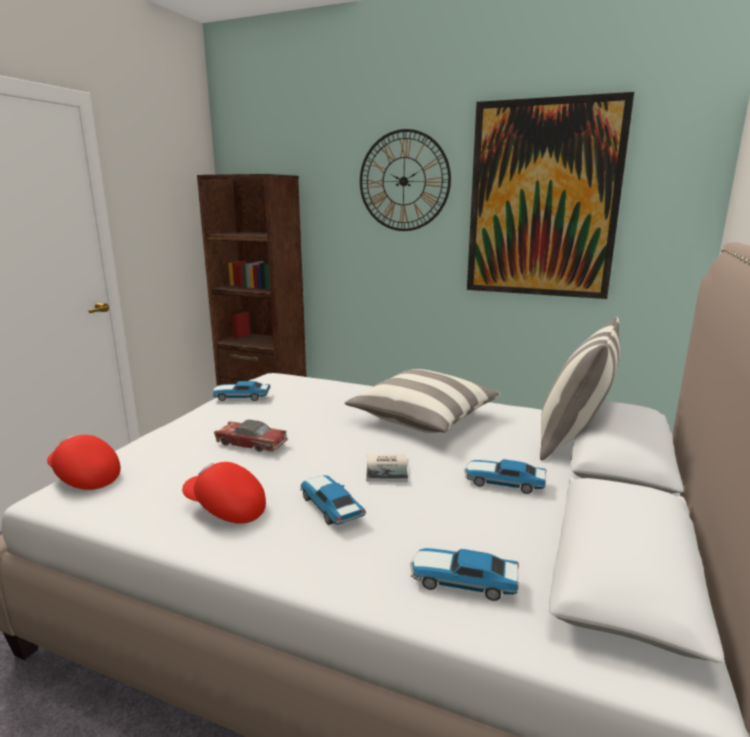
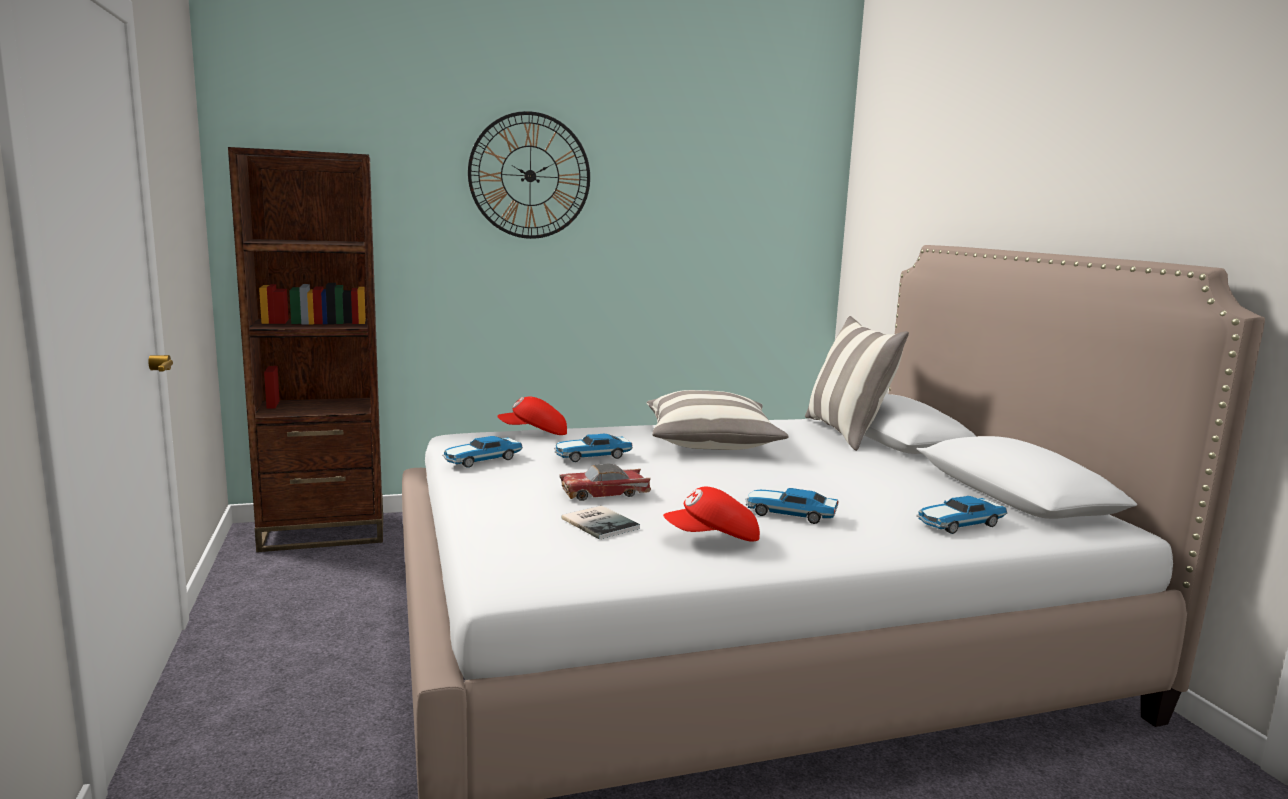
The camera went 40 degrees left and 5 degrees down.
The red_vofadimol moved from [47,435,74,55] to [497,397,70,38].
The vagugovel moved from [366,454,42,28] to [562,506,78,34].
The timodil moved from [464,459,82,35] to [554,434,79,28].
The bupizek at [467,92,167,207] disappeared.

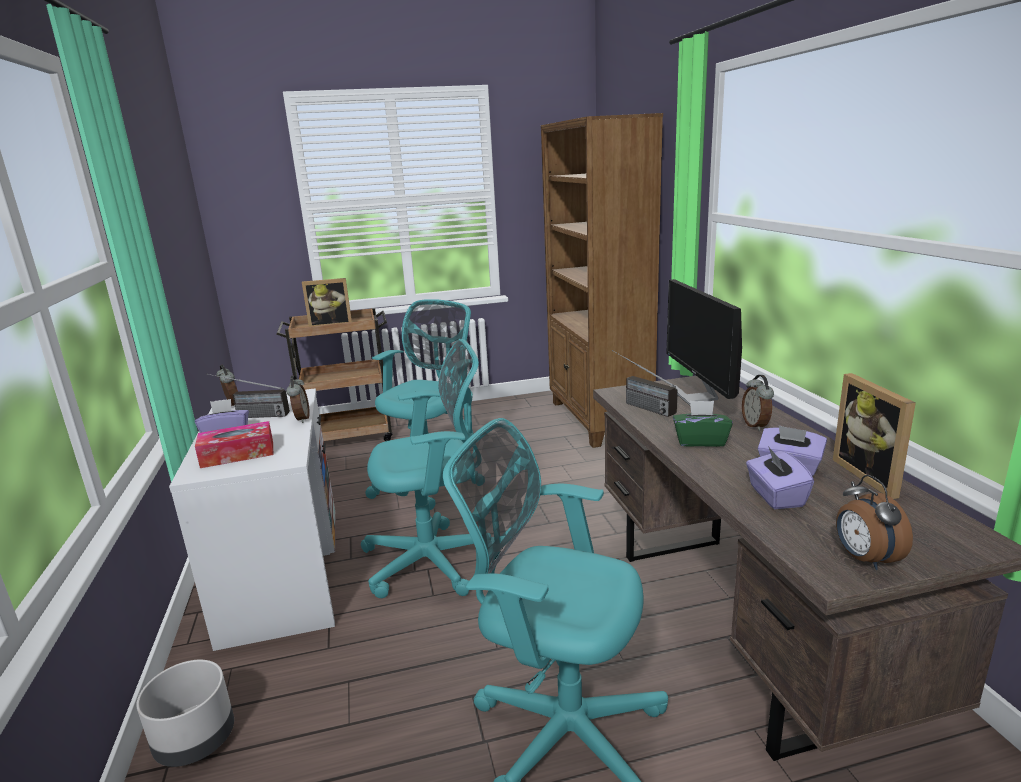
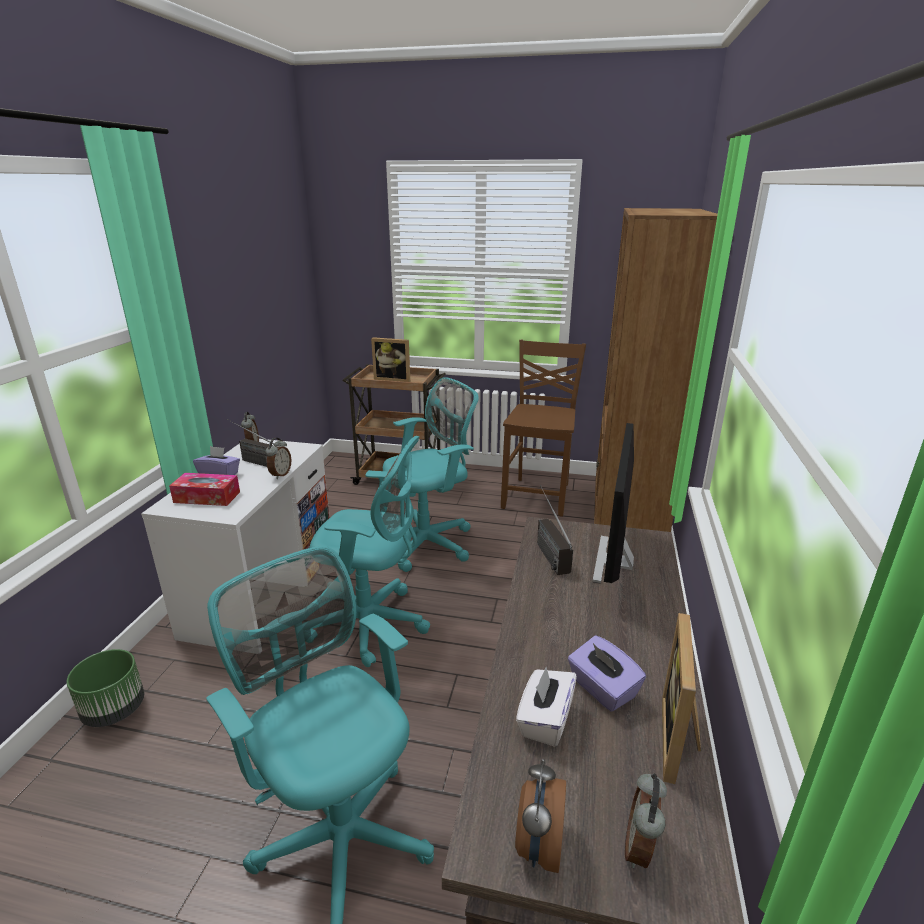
The camera went 25 degrees right and 5 degrees up.
The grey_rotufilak at [136,660,98,107] became the green_rotufilak at [66,649,78,78].
The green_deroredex at [673,401,60,46] disappeared.
The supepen moved from [742,375,32,56] to [625,773,42,95].
The purple_deroredex at [746,446,68,63] became the white_deroredex at [516,667,61,80].
The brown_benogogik at [501,340,85,177] appeared.

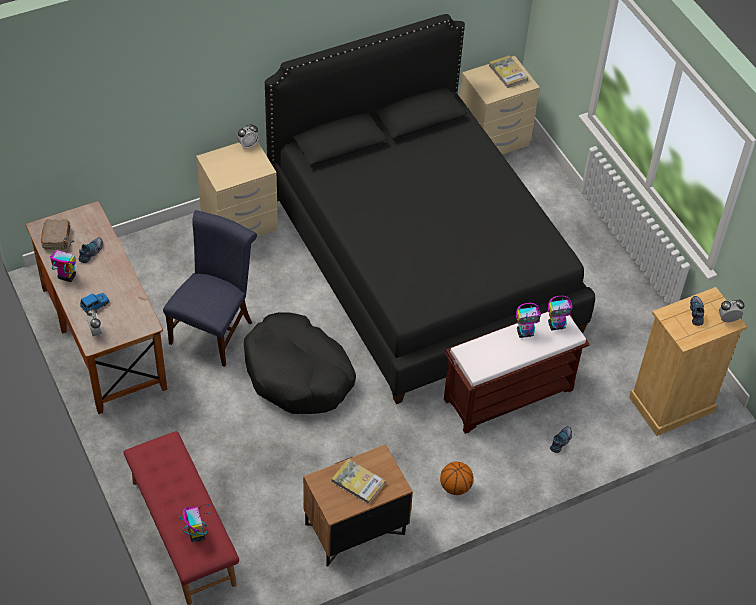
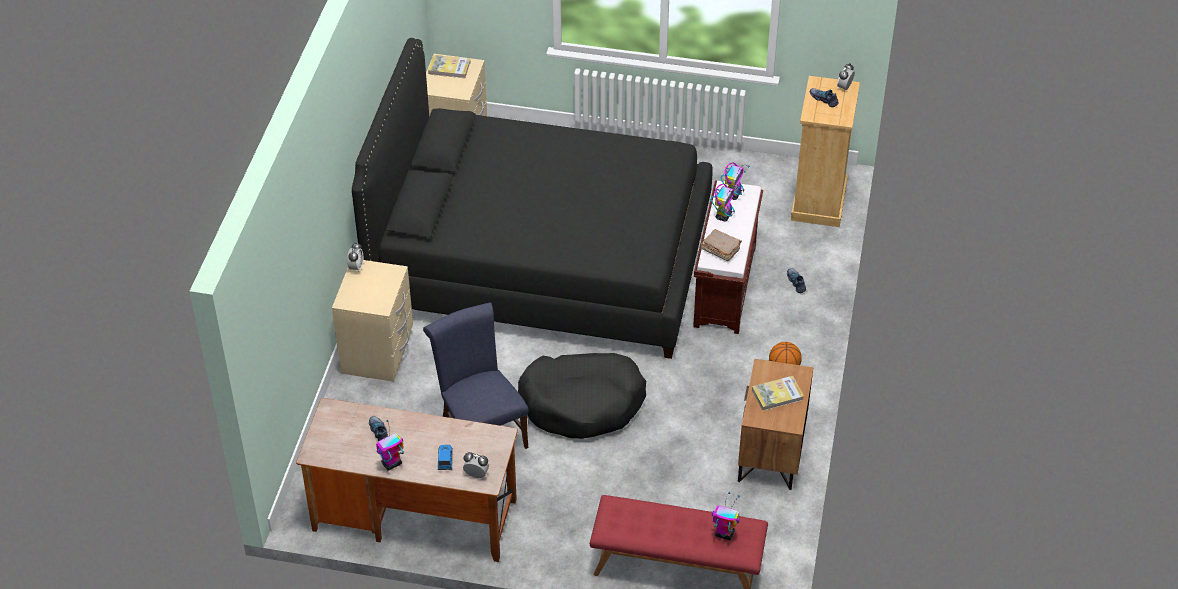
The camera went 50 degrees left and 5 degrees down.
The brown_vagugovel moved from [41,219,29,31] to [701,229,41,32].

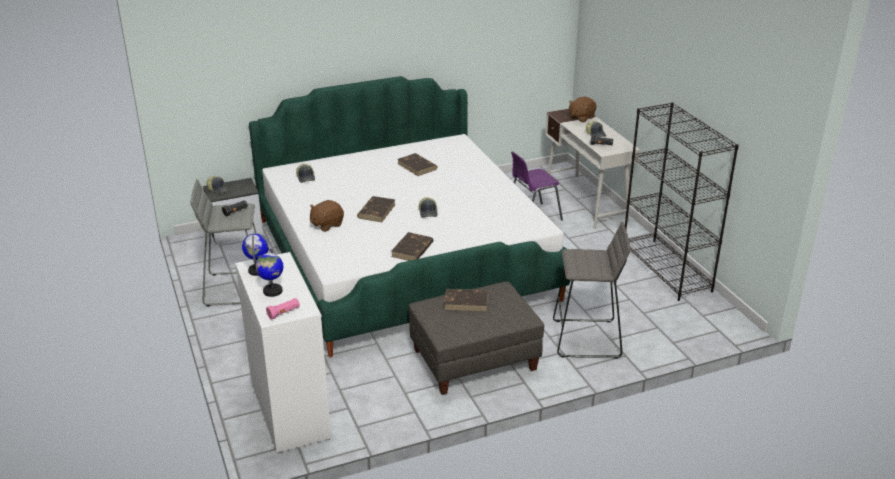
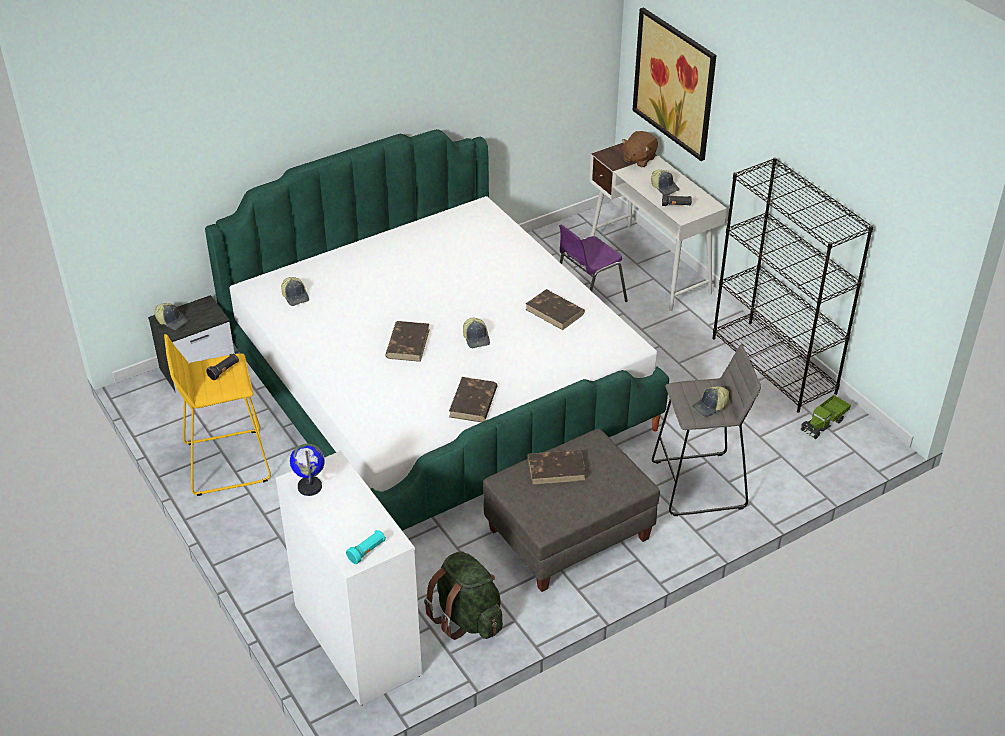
The camera went 10 degrees left and 10 degrees up.
The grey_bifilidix at [190,179,66,127] became the yellow_bifilidix at [164,334,107,162].
The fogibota at [256,248,27,49] disappeared.
The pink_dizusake at [266,298,34,22] became the turquoise_dizusake at [346,530,40,34].
The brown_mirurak at [310,200,34,32] disappeared.
The brown_vagugovel moved from [398,153,39,23] to [525,289,60,41].
The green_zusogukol at [424,551,79,89] appeared.
The bupizek at [633,7,84,154] appeared.
The vofadimol at [692,386,37,31] appeared.
The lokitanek at [800,395,51,44] appeared.

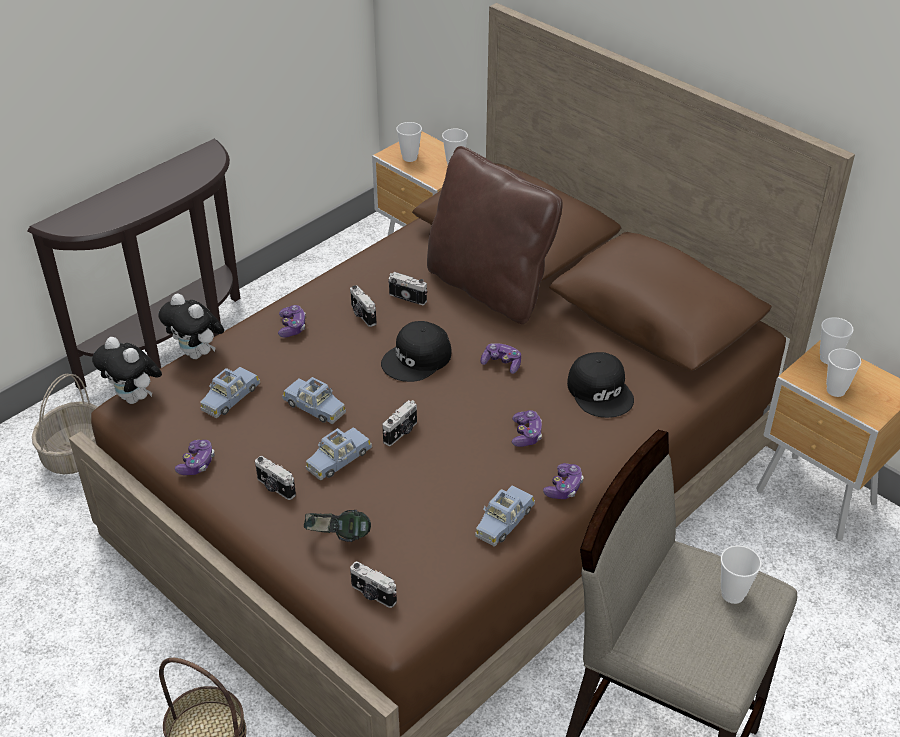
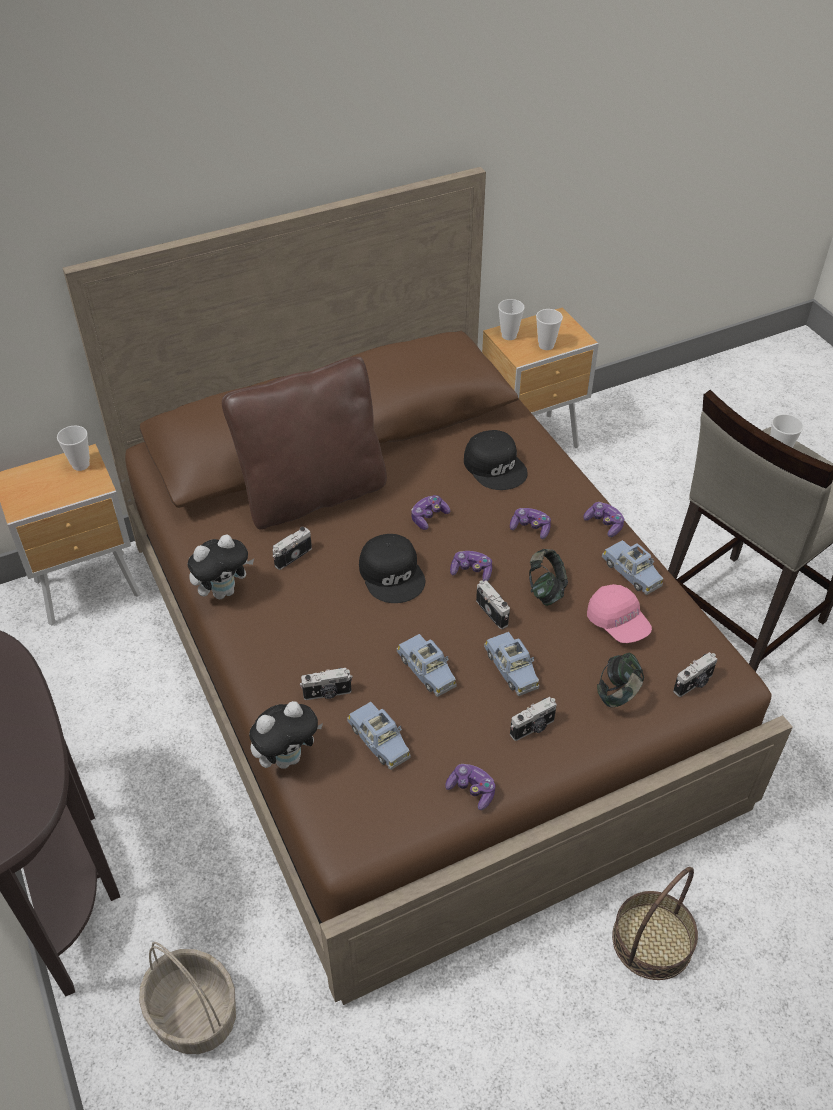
The camera went 70 degrees left and 5 degrees up.
The mirurak moved from [92,337,70,67] to [188,535,66,64].
The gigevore moved from [278,305,28,32] to [450,551,42,30].
The blue_timodil at [282,377,64,47] turned 90 degrees clockwise.
The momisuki moved from [350,285,26,42] to [300,668,53,32].
The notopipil at [396,122,26,40] disappeared.
The black_vofadimol at [567,352,67,66] turned 60 degrees clockwise.
The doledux at [529,549,39,57] appeared.
The pink_vofadimol at [587,584,65,59] appeared.

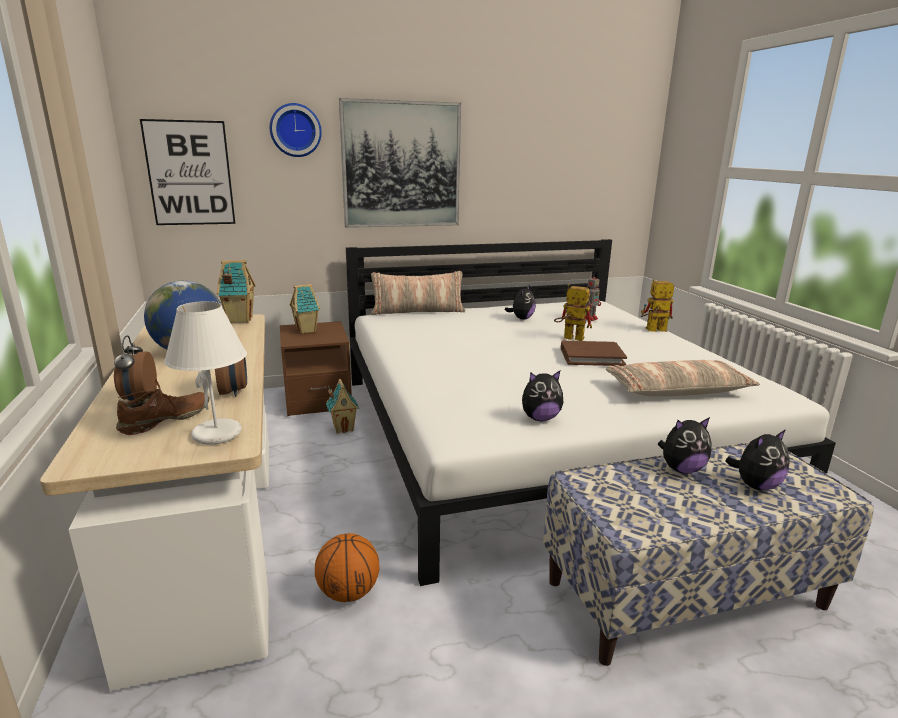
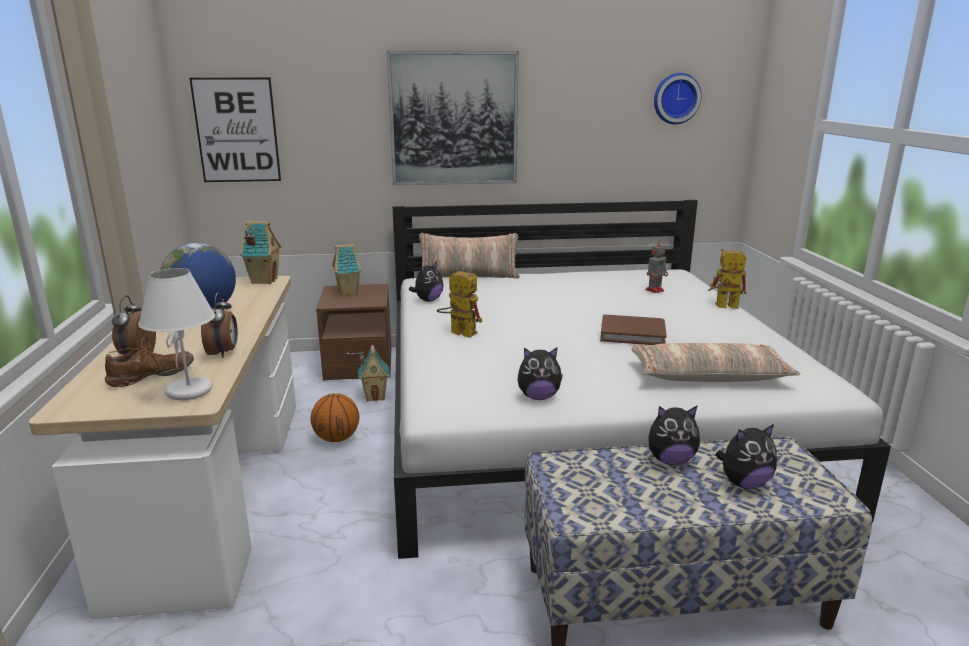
The camera went 10 degrees right and 0 degrees up.
The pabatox moved from [270,103,52,54] to [654,73,48,51].
The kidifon moved from [315,533,65,69] to [311,393,48,49].
The mirurak moved from [505,285,31,35] to [409,261,35,41].
The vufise moved from [554,284,38,57] to [437,268,45,70].

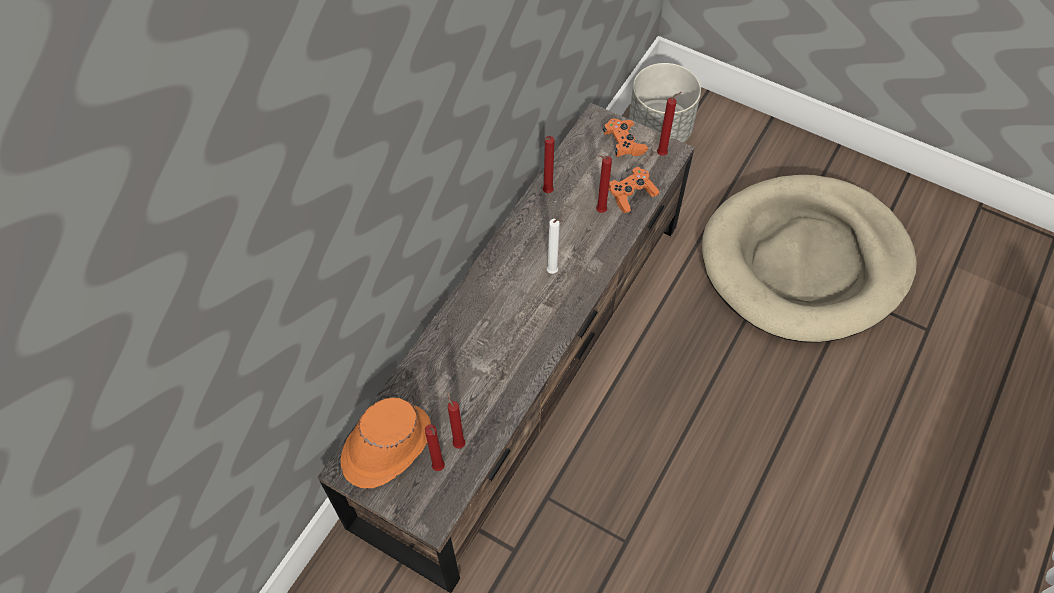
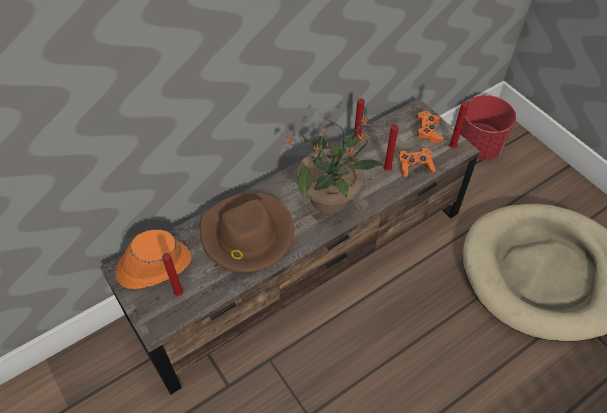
The camera went 25 degrees right and 5 degrees down.
The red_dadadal at [447,391,19,58] disappeared.
The white_dadadal at [547,219,17,55] was replaced by the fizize at [283,114,102,99].
The grey_rotufilak at [629,63,72,80] became the red_rotufilak at [460,95,56,64].
The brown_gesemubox at [200,193,94,79] appeared.

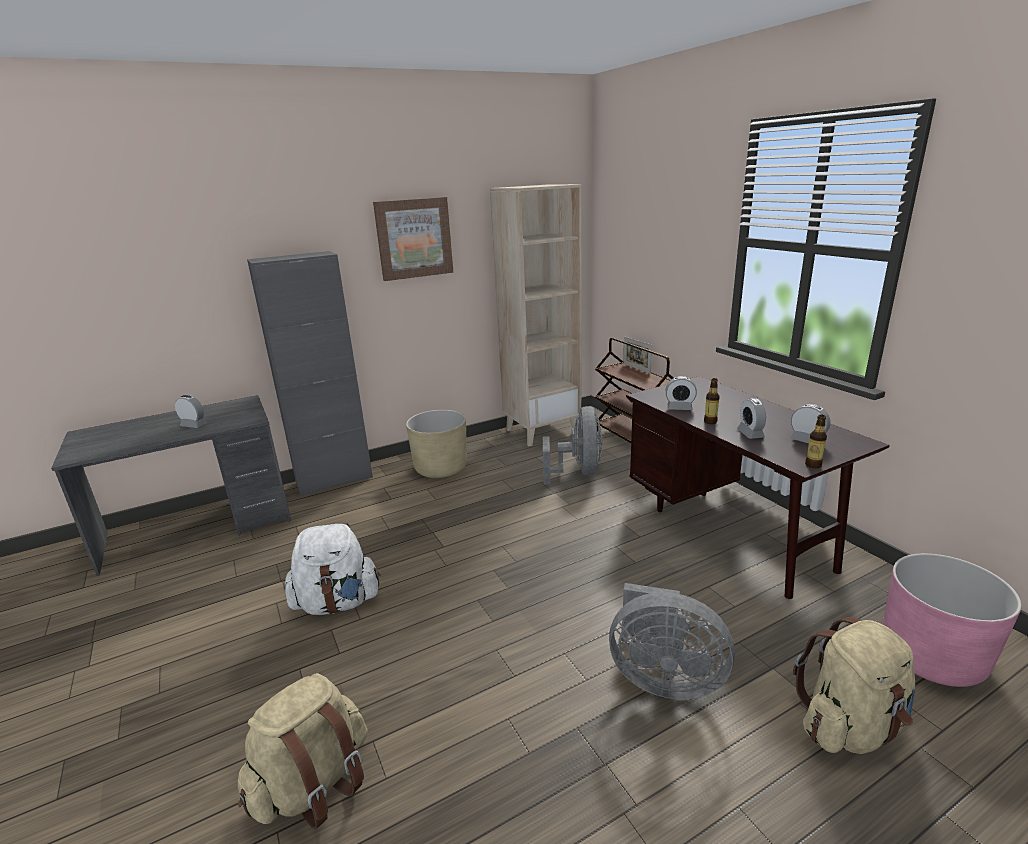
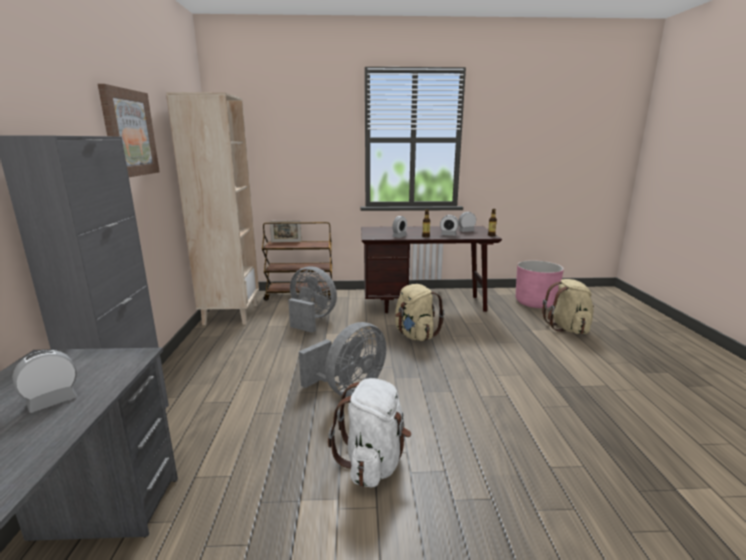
The camera went 65 degrees left and 5 degrees down.
The beige_zusogukol moved from [238,673,129,156] to [395,284,49,57].
The beige_rotufilak at [406,410,61,68] disappeared.
The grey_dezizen moved from [609,583,126,116] to [299,322,87,75].

